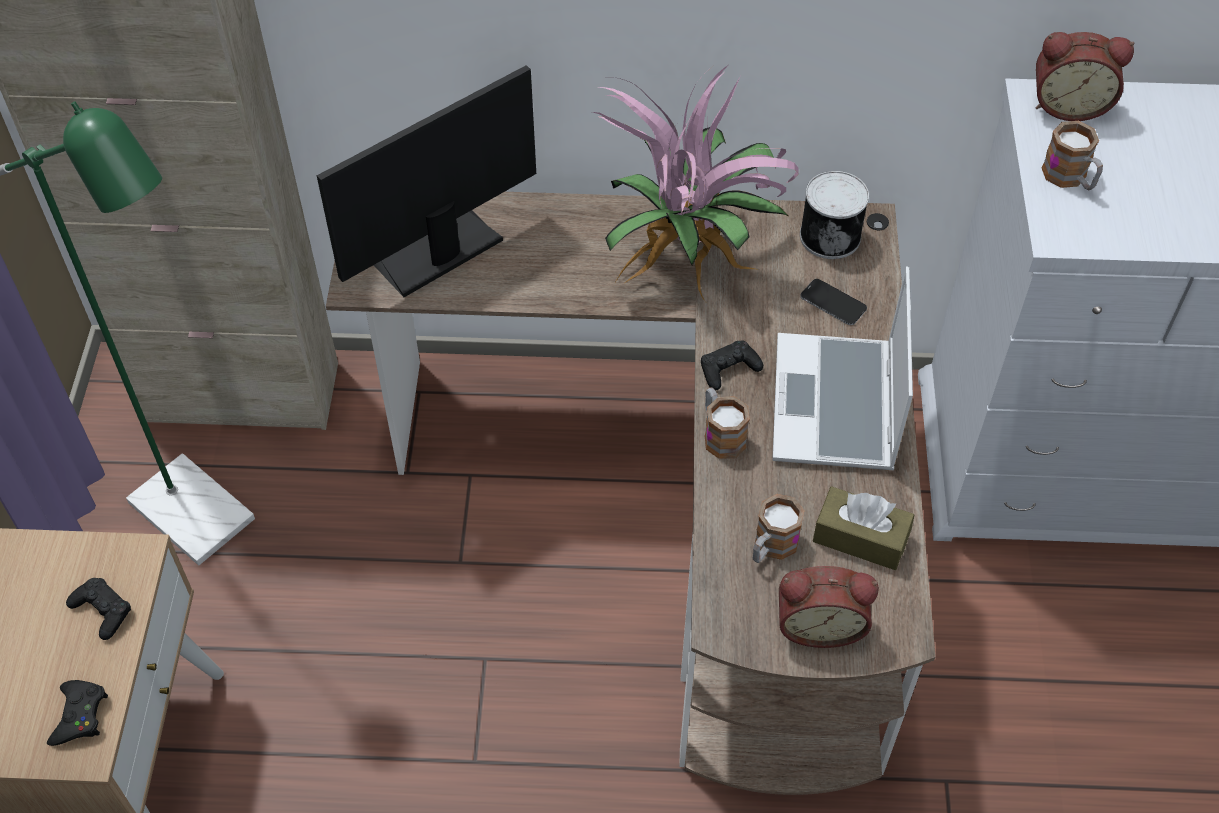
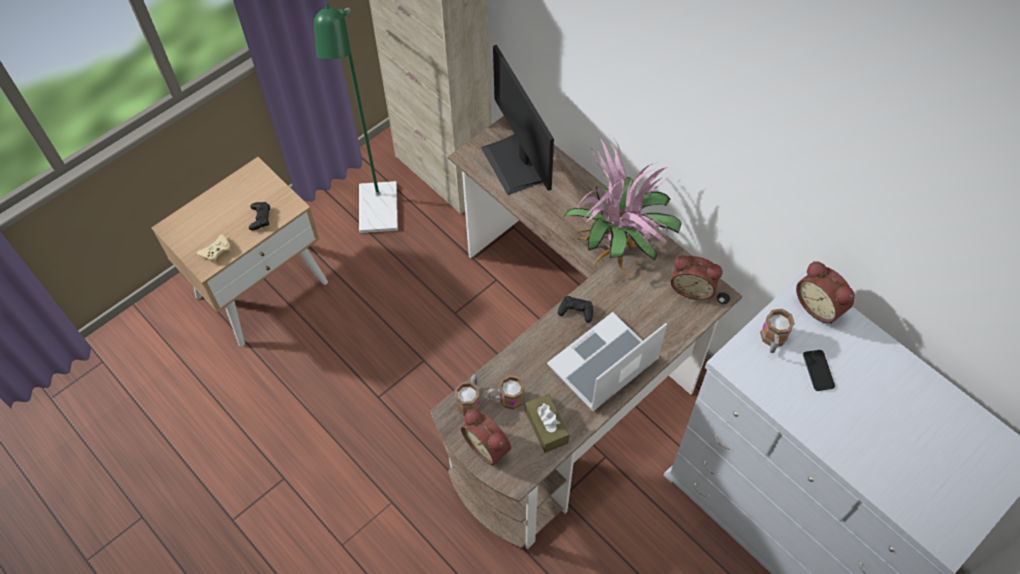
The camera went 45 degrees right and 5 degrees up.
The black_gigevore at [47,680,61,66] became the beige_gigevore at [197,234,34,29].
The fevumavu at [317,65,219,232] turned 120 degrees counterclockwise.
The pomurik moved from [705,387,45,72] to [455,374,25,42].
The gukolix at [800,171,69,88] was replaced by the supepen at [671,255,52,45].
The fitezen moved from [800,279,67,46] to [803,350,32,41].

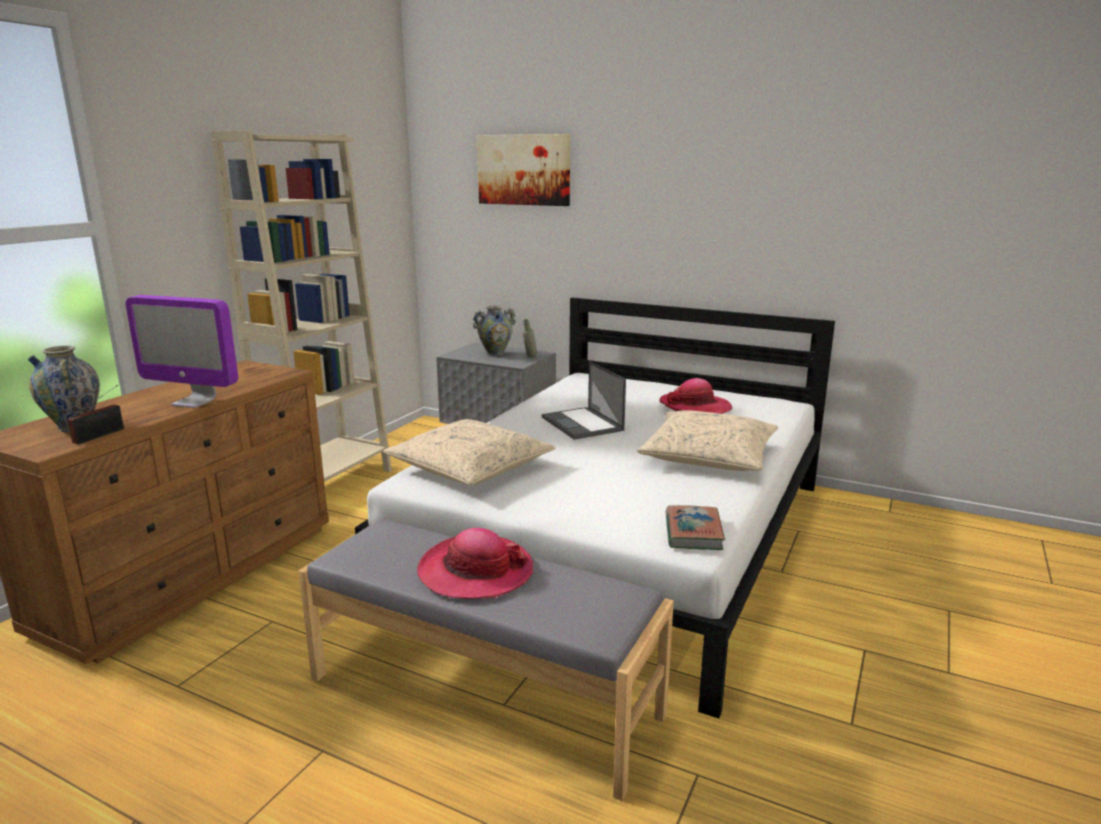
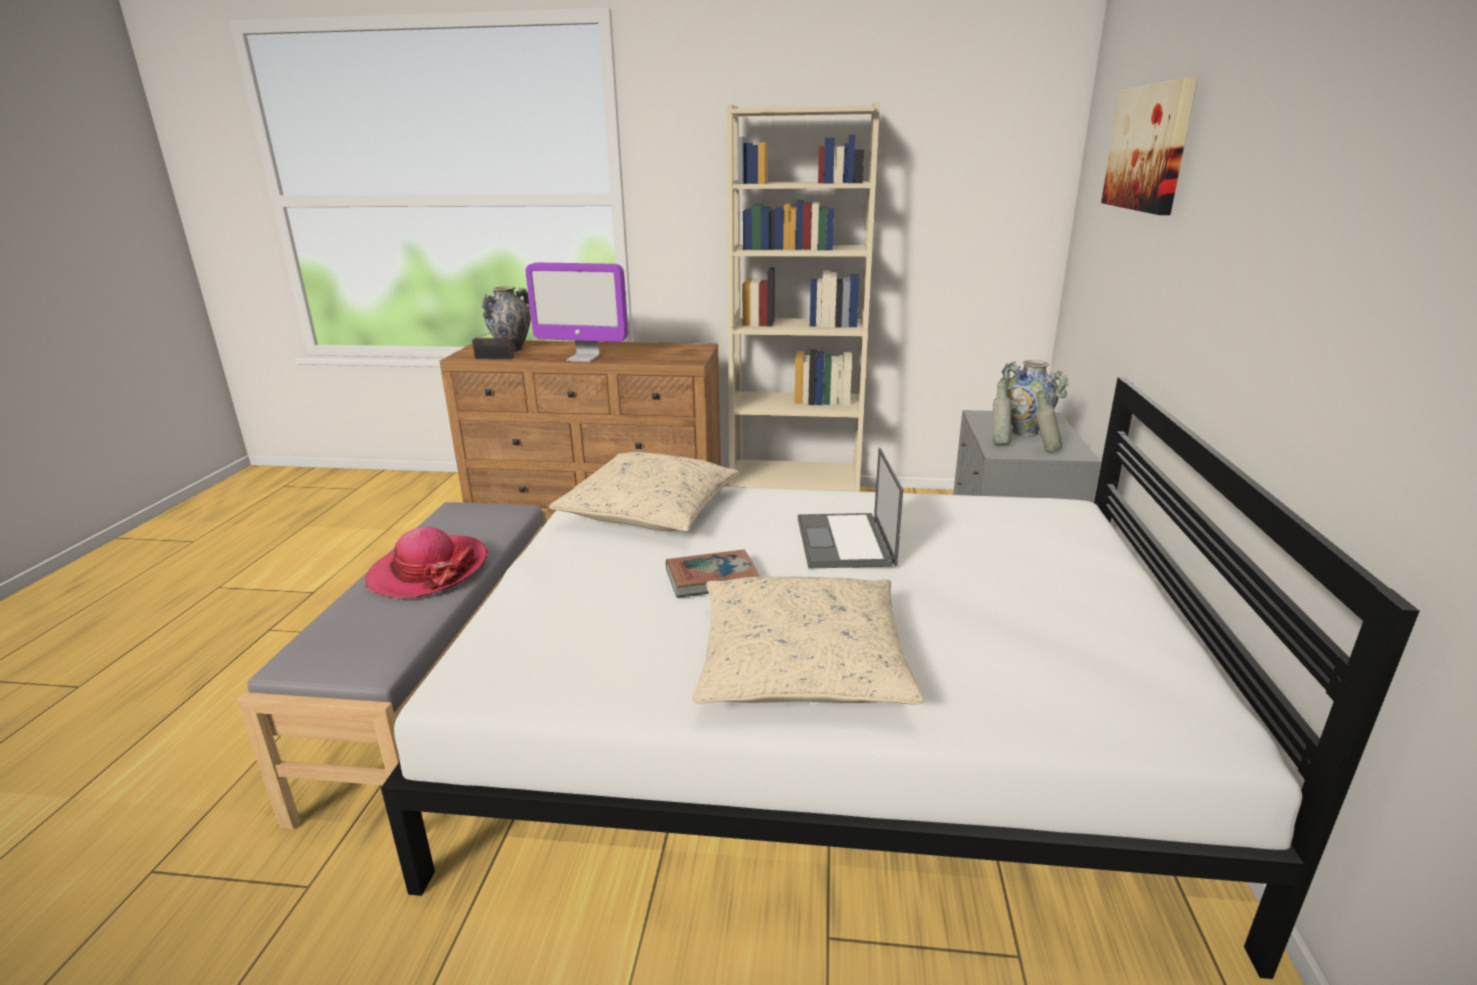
The camera went 70 degrees right and 5 degrees up.
The fevumavu at [125,295,113,113] turned 75 degrees counterclockwise.
The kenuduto at [542,362,84,78] turned 45 degrees counterclockwise.
The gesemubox at [659,378,73,36] disappeared.
The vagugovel moved from [666,505,59,45] to [666,549,94,49].
The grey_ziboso at [993,381,18,64] appeared.

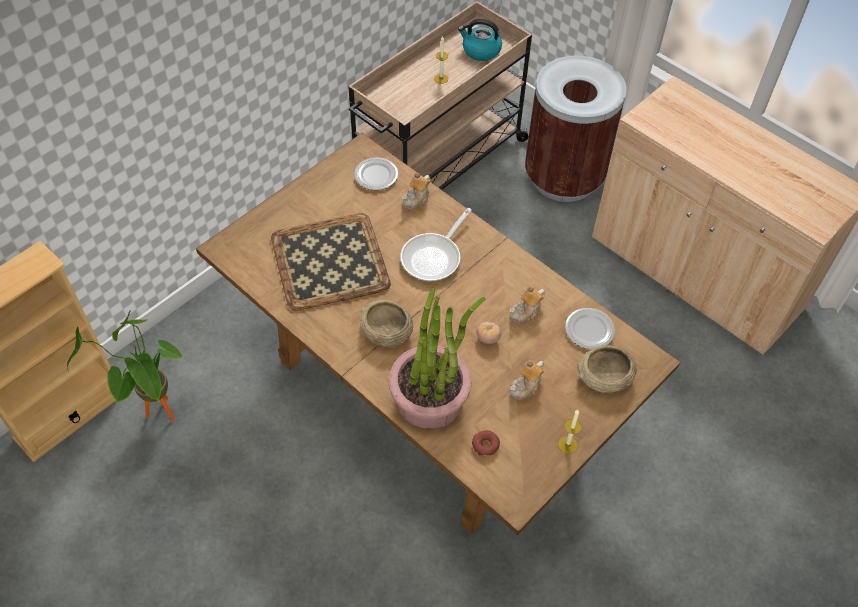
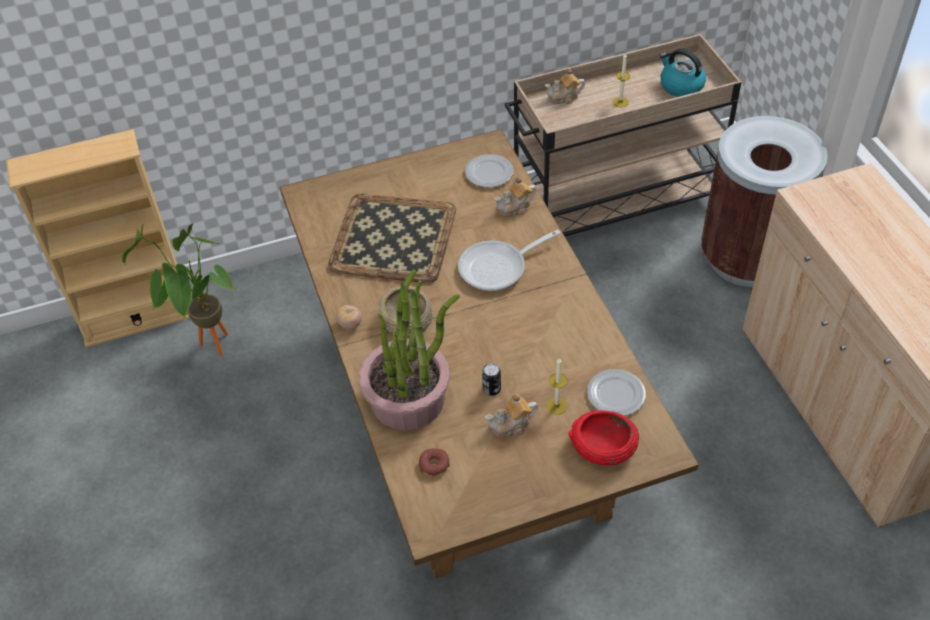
The camera went 30 degrees right and 5 degrees down.
The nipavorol moved from [476,322,25,22] to [336,305,26,24].
The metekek moved from [510,286,35,38] to [545,69,40,35].
The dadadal moved from [558,410,24,44] to [547,358,20,57].
The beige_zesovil at [577,345,60,48] became the red_zesovil at [568,410,71,55].
The gukolix at [482,363,19,33] appeared.

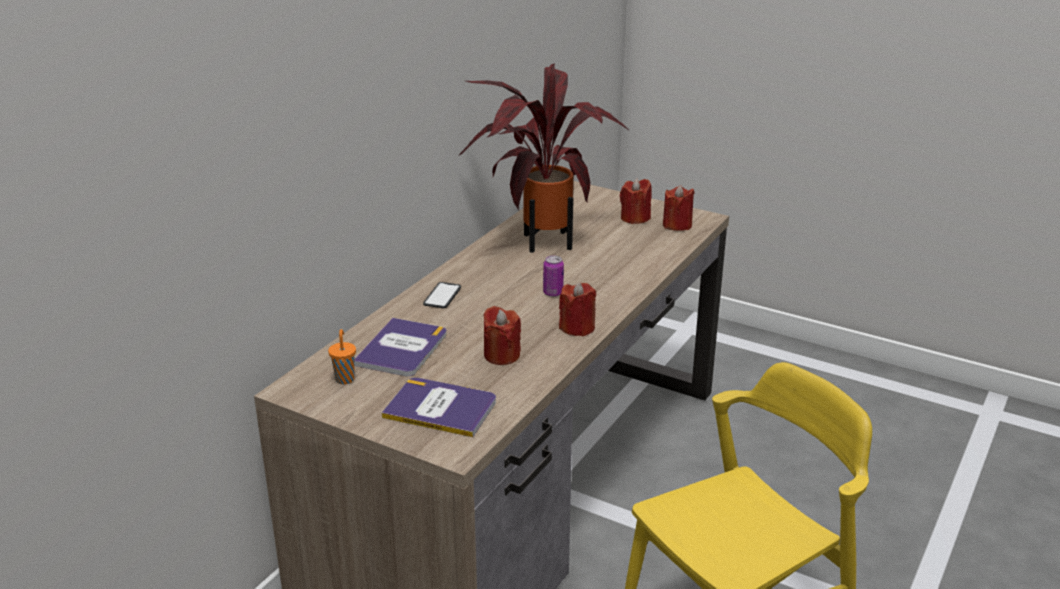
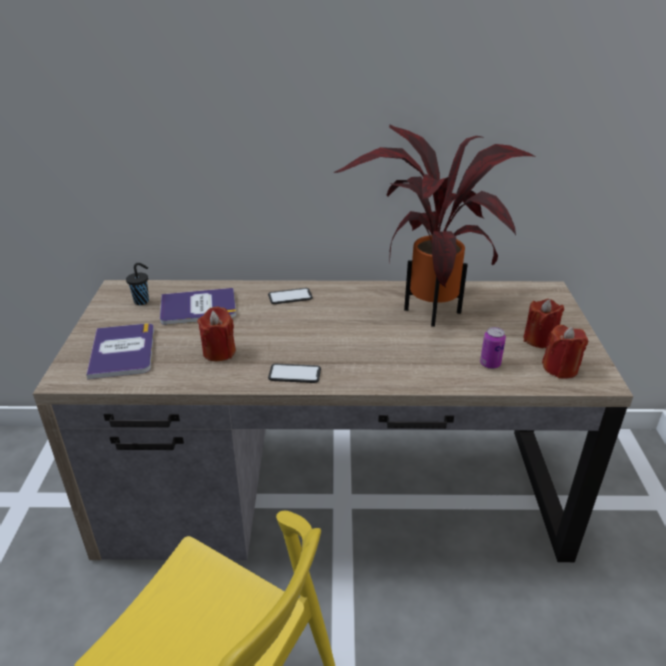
The camera went 60 degrees right and 5 degrees up.
The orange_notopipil at [328,329,28,55] became the black_notopipil at [126,263,23,42].
The gukolix moved from [543,255,21,42] to [480,327,26,42].
The red_dadadal at [559,282,37,54] was replaced by the fitezen at [268,364,53,19].

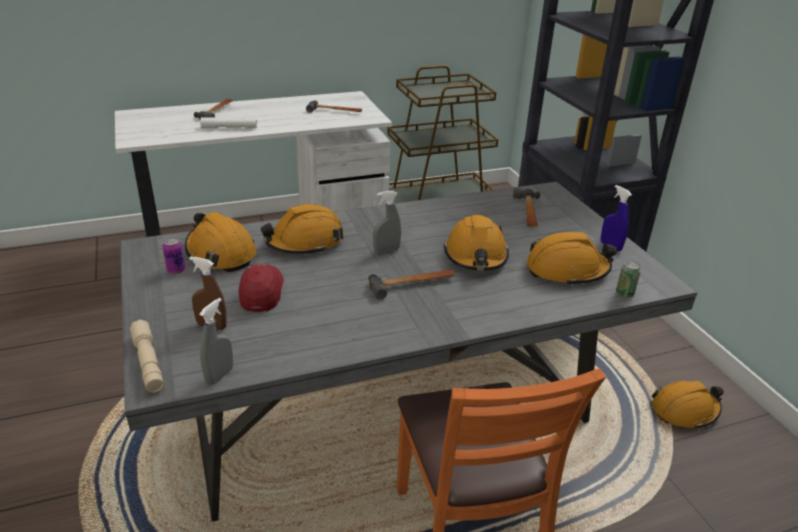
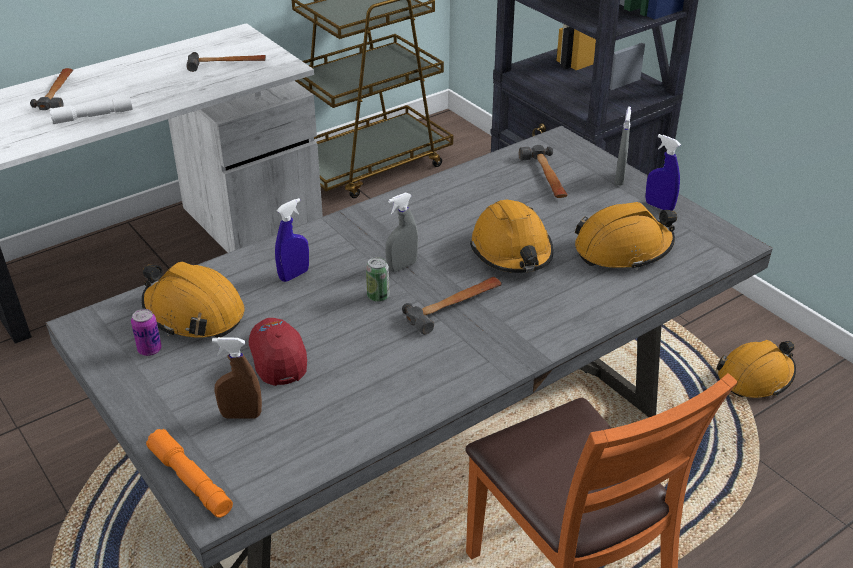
The camera went 15 degrees left and 5 degrees up.
The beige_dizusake at [130,320,34,73] became the orange_dizusake at [146,429,87,89].
The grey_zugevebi moved from [199,298,34,87] to [614,106,17,80].
The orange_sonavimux at [261,204,83,50] was replaced by the blue_zugevebi at [275,198,34,84].
The gukolix moved from [616,261,25,37] to [366,257,23,45].

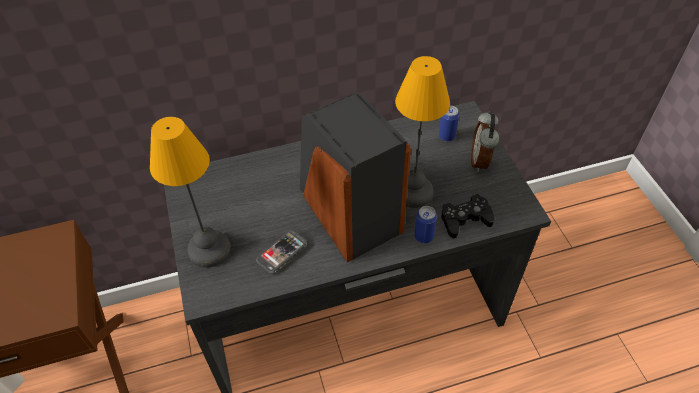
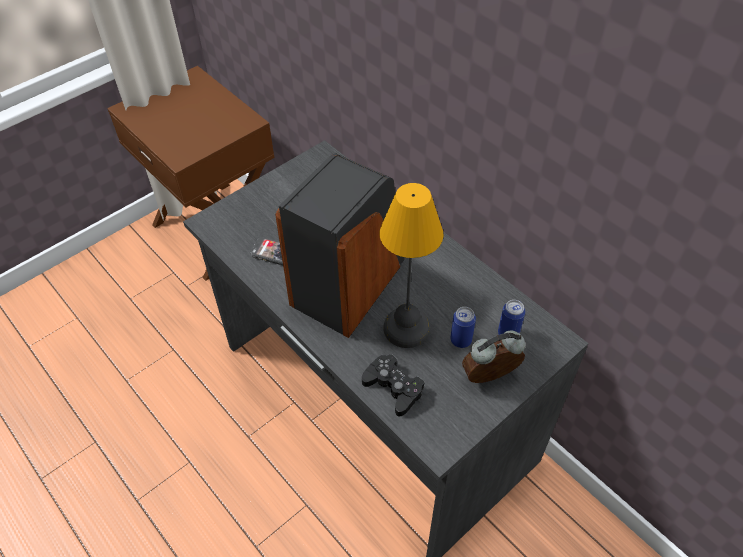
The camera went 65 degrees right and 0 degrees up.
The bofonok at [150,117,81,151] disappeared.
The gukolix moved from [414,206,23,37] to [450,307,26,41].

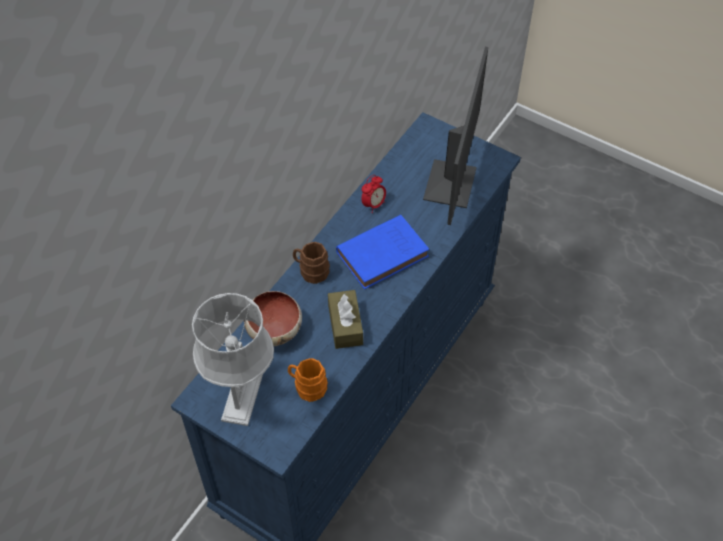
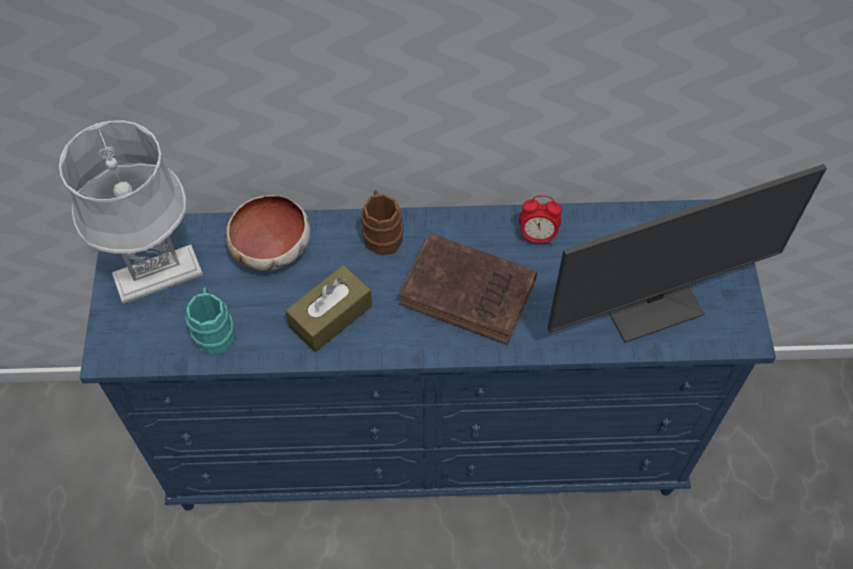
The camera went 55 degrees right and 5 degrees up.
The orange_pomurik at [288,358,40,44] became the turquoise_pomurik at [185,287,50,68].
The blue_vagugovel at [336,215,93,74] became the brown_vagugovel at [398,233,139,112].

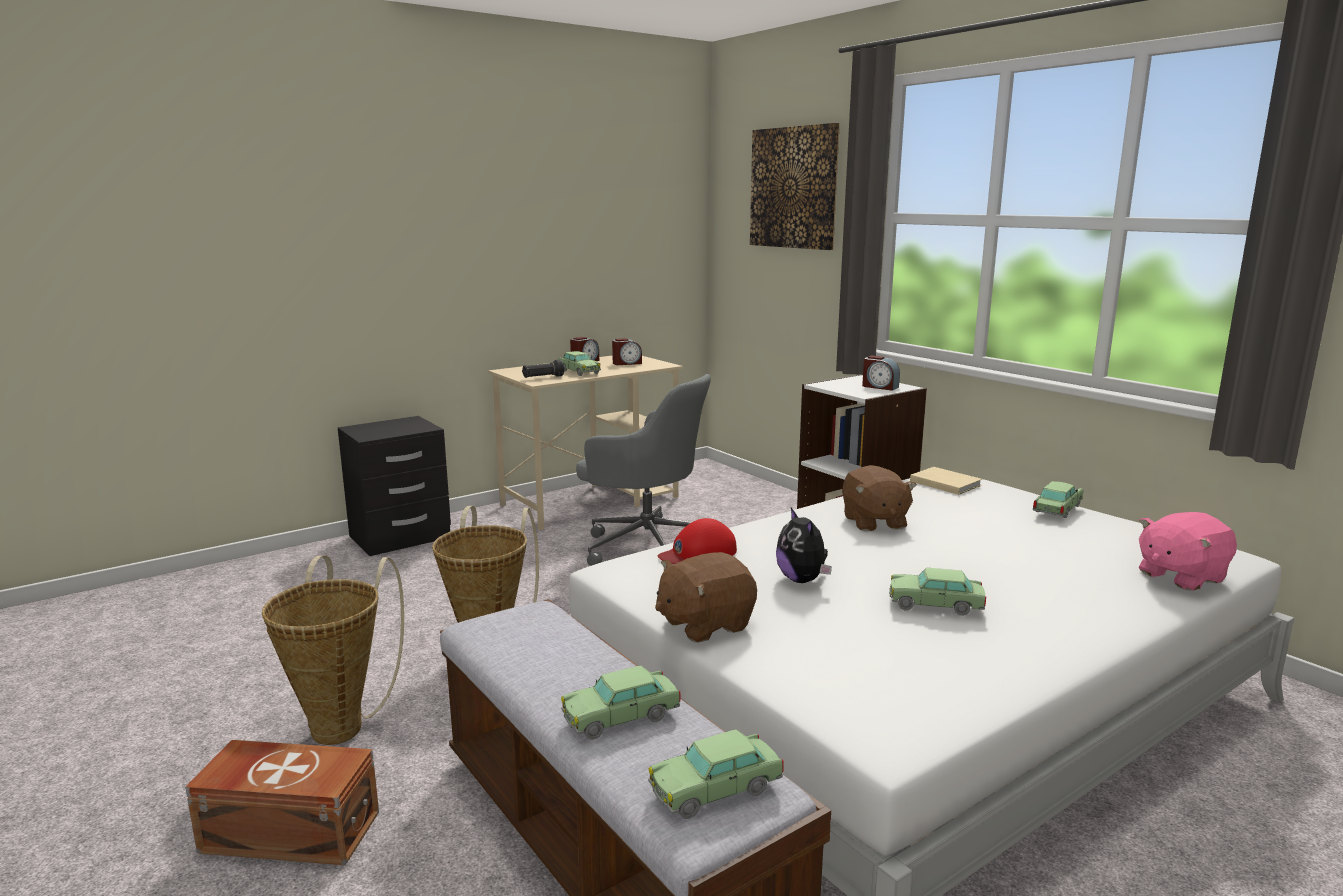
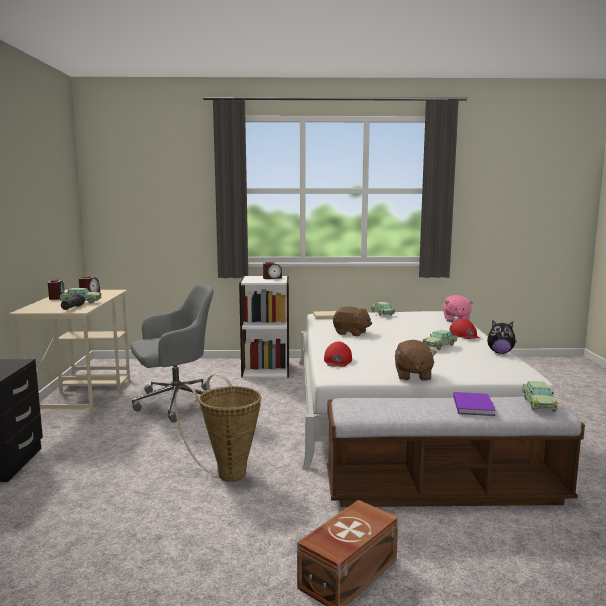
The camera went 55 degrees left and 5 degrees down.
The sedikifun at [262,555,142,190] disappeared.
The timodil at [561,666,120,74] was replaced by the purple_vagugovel at [453,392,43,24].
The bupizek at [750,123,90,127] disappeared.
The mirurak moved from [776,508,56,75] to [487,320,30,34].
The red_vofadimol at [449,319,30,20] appeared.

